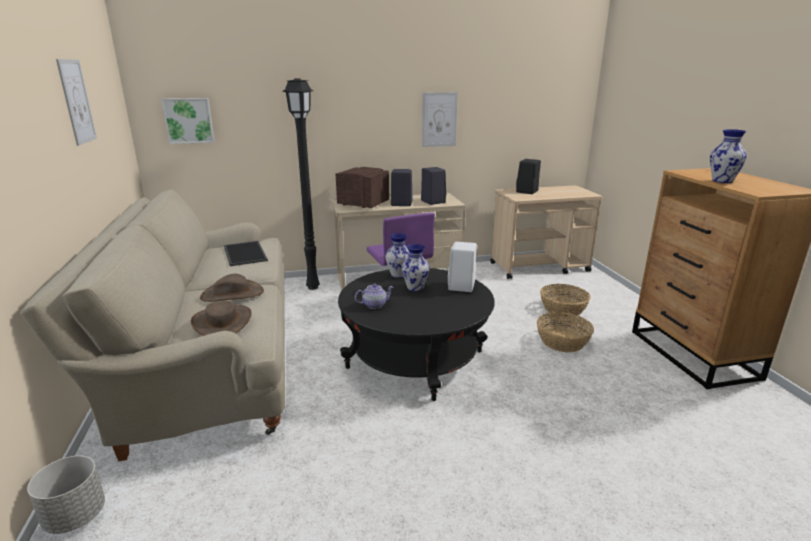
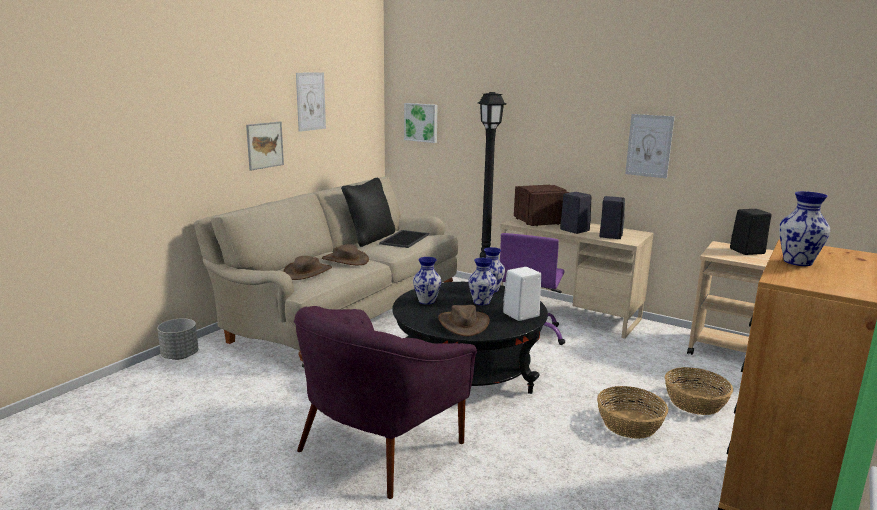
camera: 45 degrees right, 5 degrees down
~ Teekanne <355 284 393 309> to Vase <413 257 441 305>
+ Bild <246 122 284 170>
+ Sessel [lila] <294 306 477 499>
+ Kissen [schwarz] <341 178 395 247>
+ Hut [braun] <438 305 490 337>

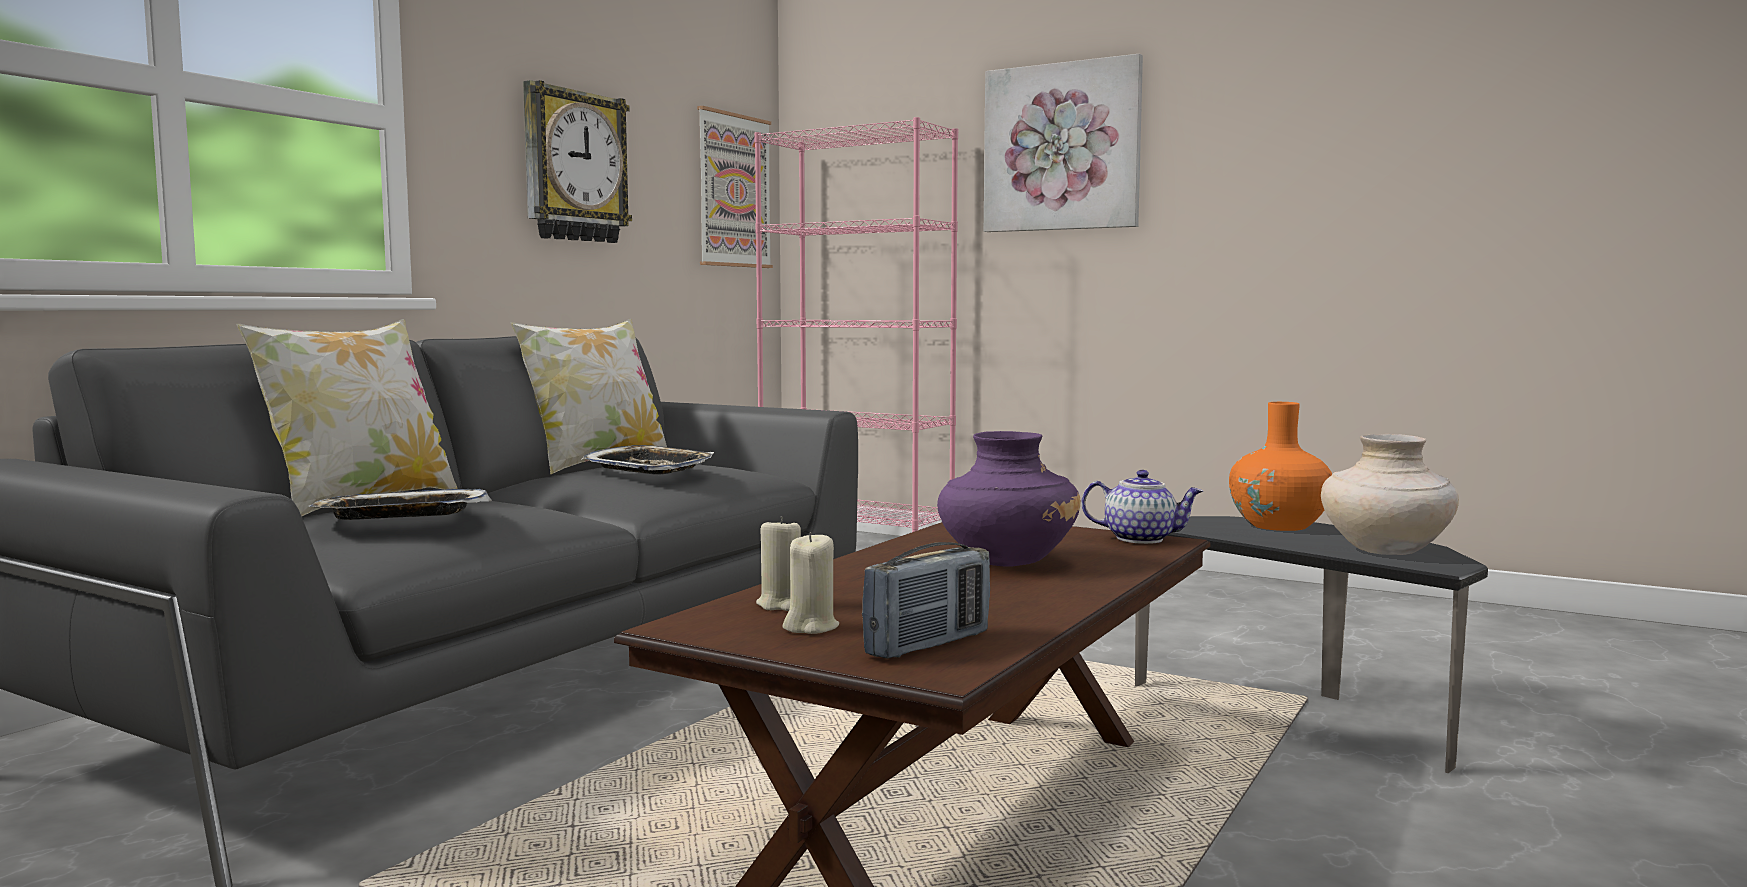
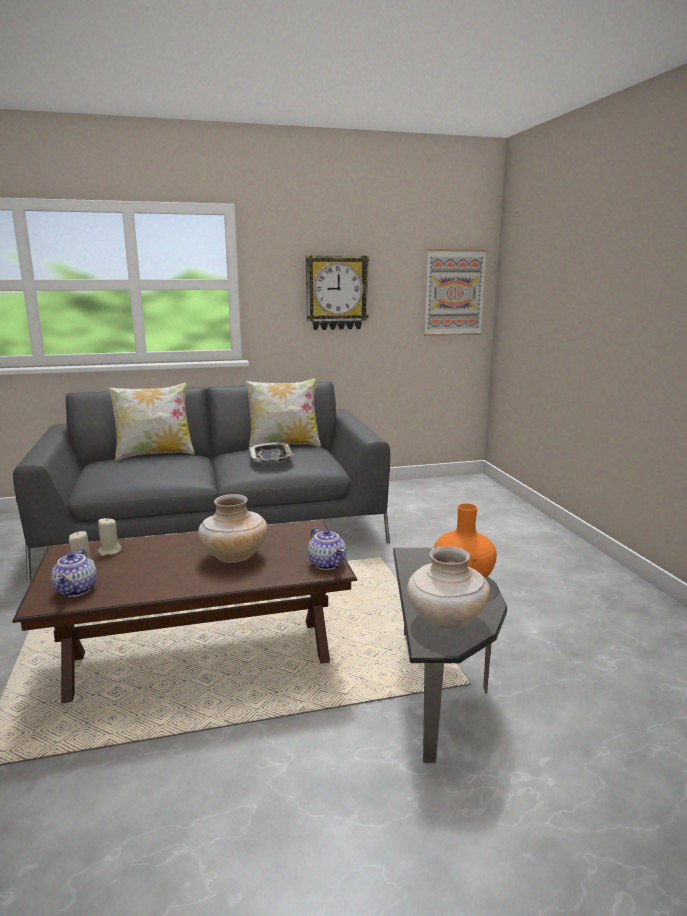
camera: 45 degrees right, 10 degrees up
- Tablett <308 489 492 520>
- Bücherregal [rosa] <754 117 958 532>
~ Radio <862 542 990 659> to Teekanne <51 548 97 597>
~ Vase [lila] <937 431 1080 567> to Vase [beige] <198 494 268 563>
- Bild <984 54 1143 232>

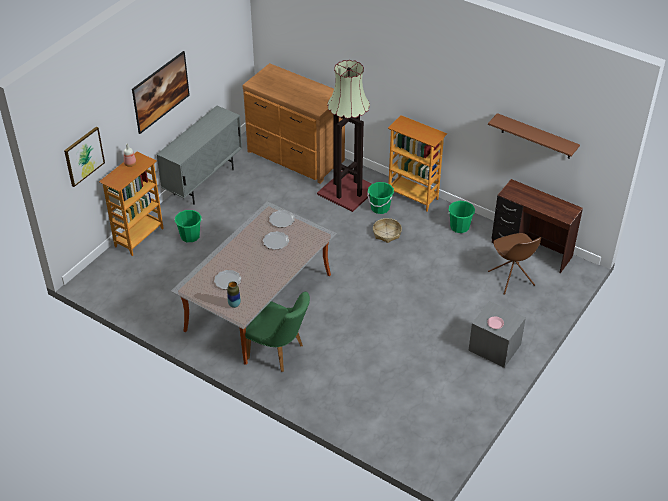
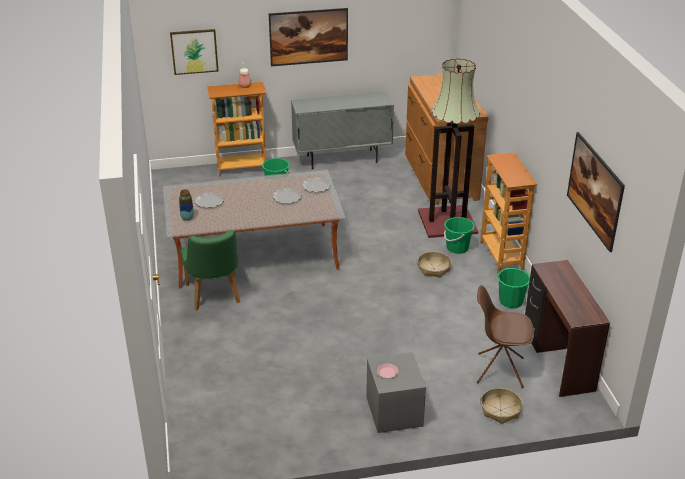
camera: 45 degrees right, 10 degrees down
~ Wandregal [braun] <488 113 580 158> to Bild <567 132 625 252>
~ Stuhl [braun] <488 233 541 295> = <477 285 534 388> 75 degrees clockwise
+ Korb <481 388 523 424>

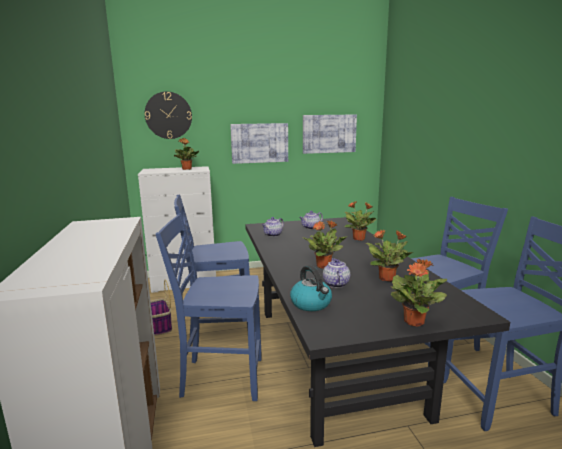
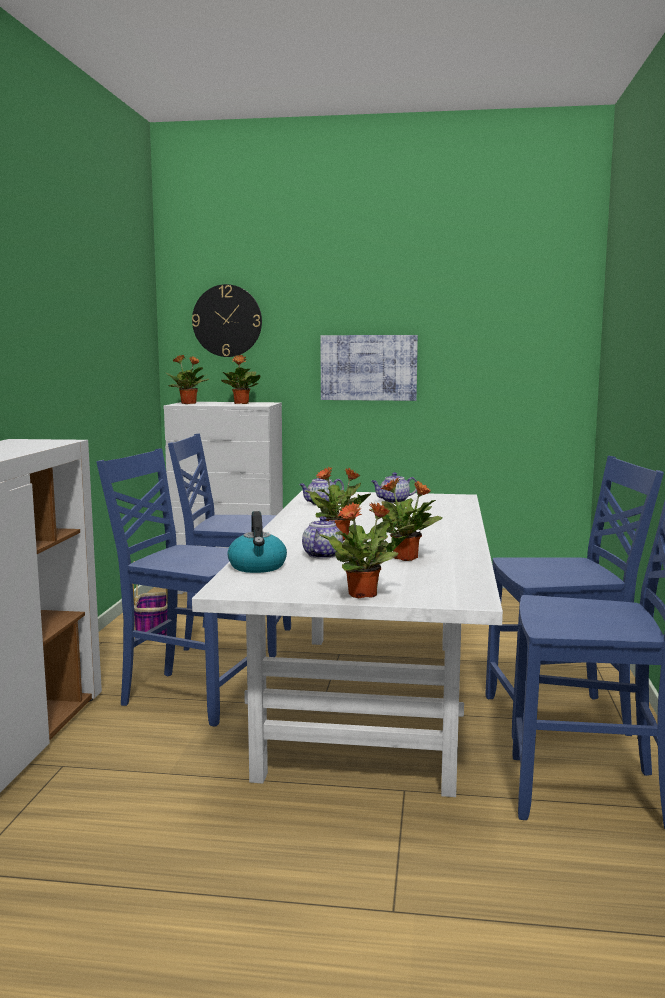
camera: 20 degrees right, 5 degrees down
~ Esstisch [schwarz] <245 217 510 447> to Esstisch [weiß] <192 491 503 797>
- Bild <303 115 357 154>
~ Topfpflanze <345 201 376 241> to <166 355 209 404>

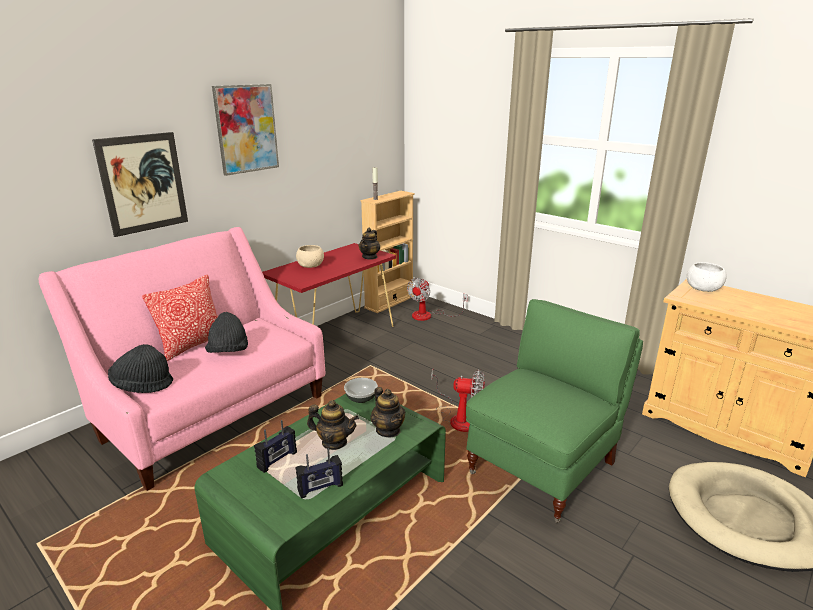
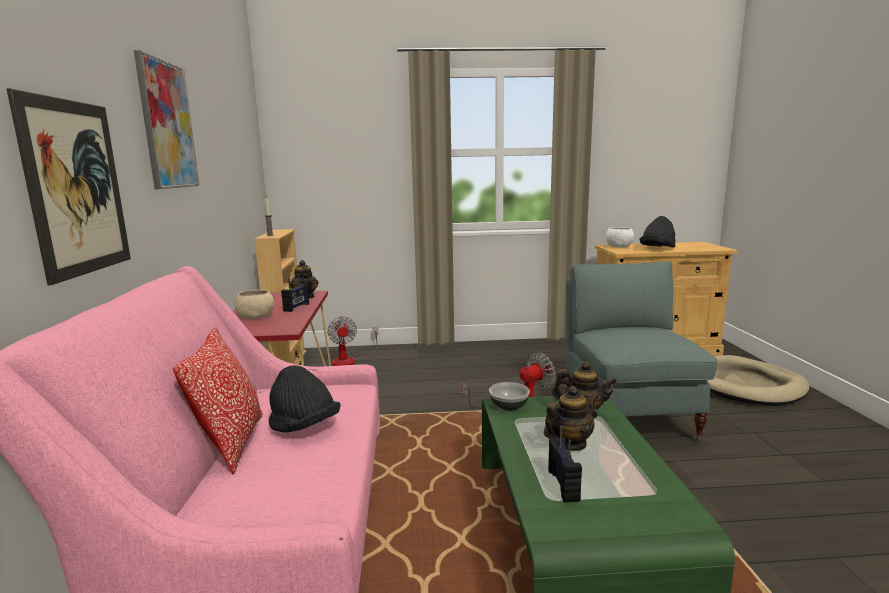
camera: 45 degrees left, 10 degrees down
~ Hut [schwarz] <108 344 173 393> to <639 216 676 248>
~ Radio <295 448 343 498> to <281 274 309 312>
~ Sessel [grün] <466 299 643 523> to Sessel [grau] <566 262 718 440>

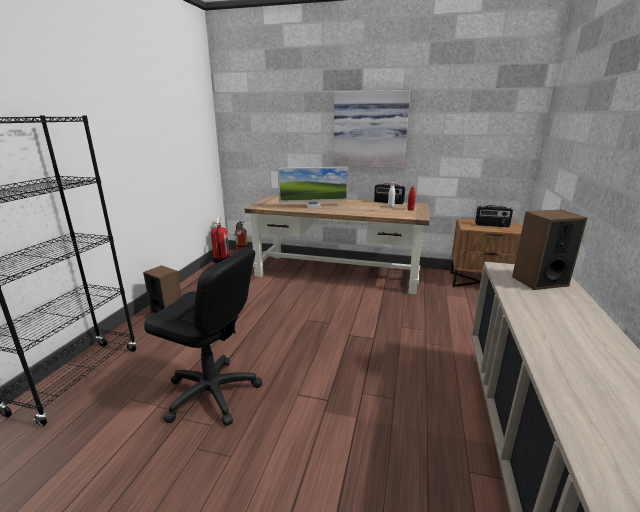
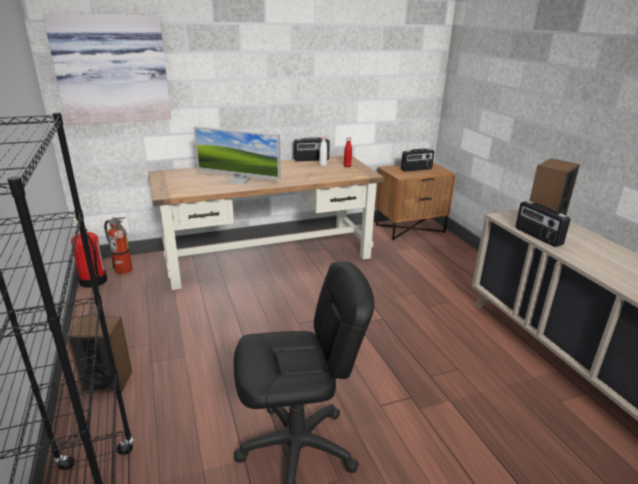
camera: 35 degrees left, 5 degrees up
~ Monitor <277 167 348 209> = <193 126 281 184> 60 degrees clockwise
~ Bild <333 90 410 168> to <43 13 171 124>
+ Radio <515 201 570 247>

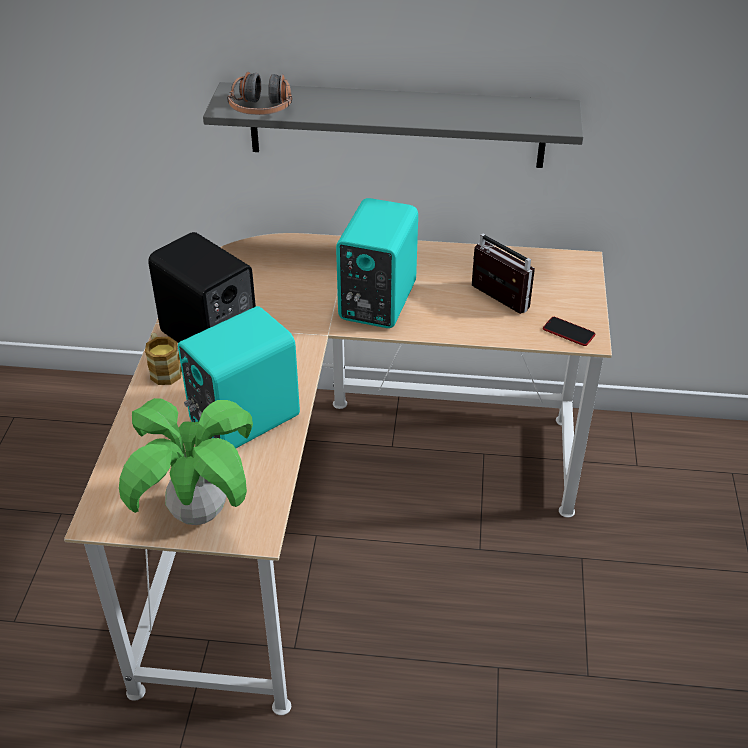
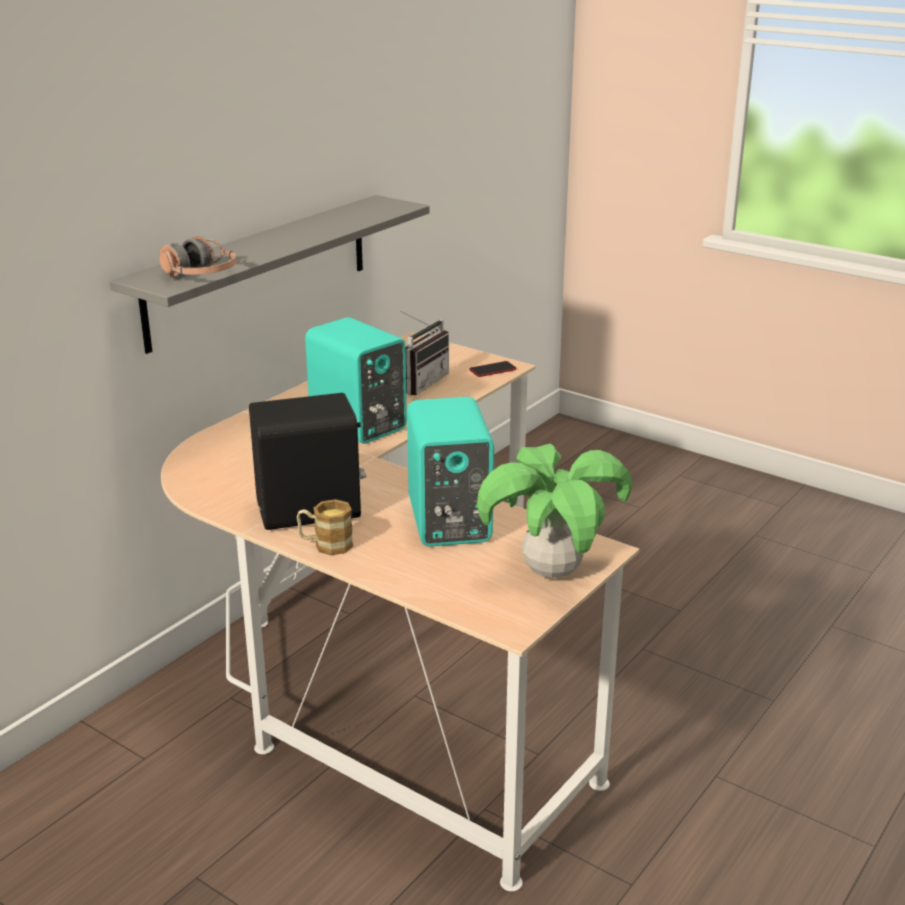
camera: 60 degrees left, 15 degrees down
~ Radio <472 233 535 314> = <400 311 449 395> 135 degrees clockwise

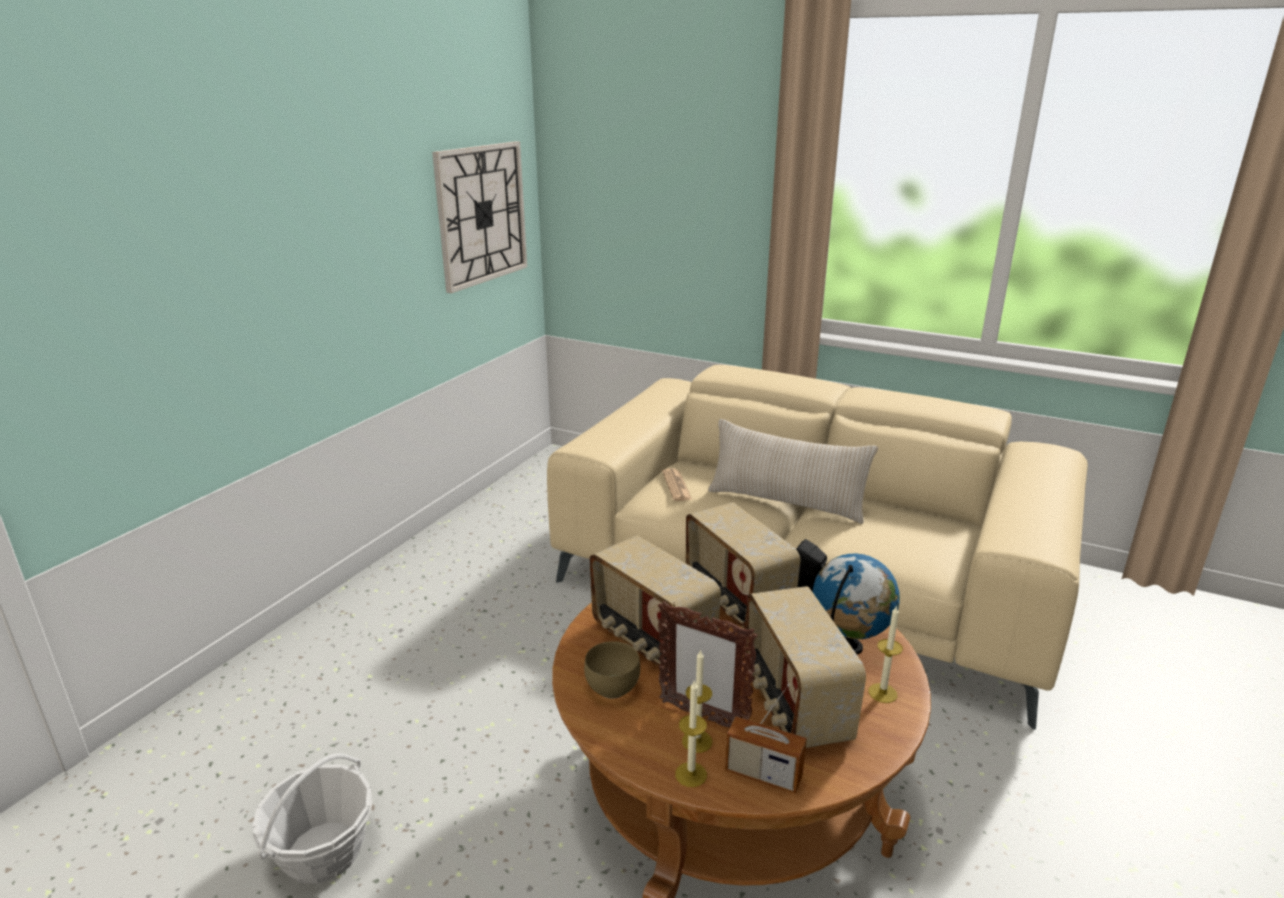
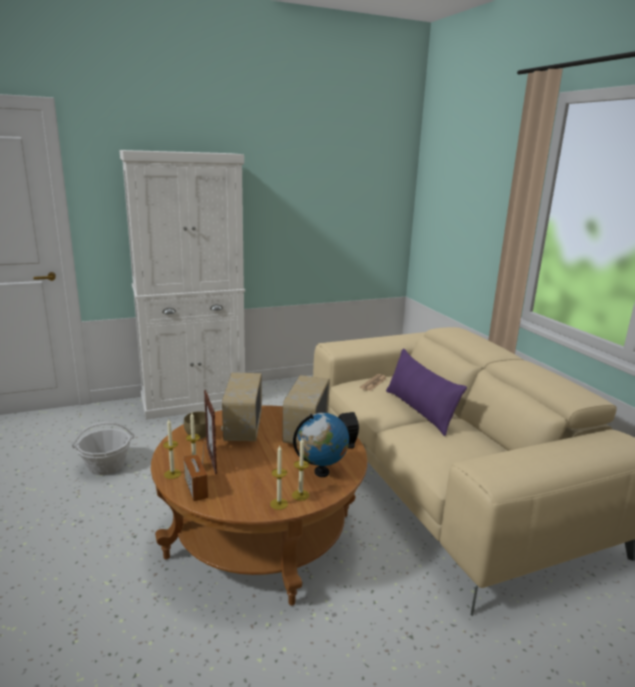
camera: 40 degrees right, 5 degrees down
- Wanduhr <432 141 527 293>
~ Kissen [beige] <708 419 878 524> to Kissen [lila] <386 349 467 436>
- Radio <745 586 866 748>
+ Schrank [weiß] <119 150 245 420>
+ Kerze <270 446 288 510>

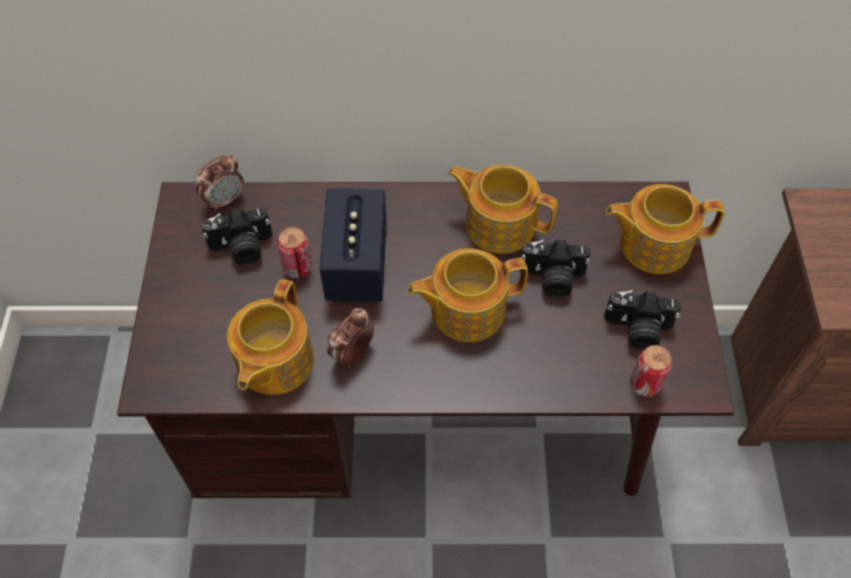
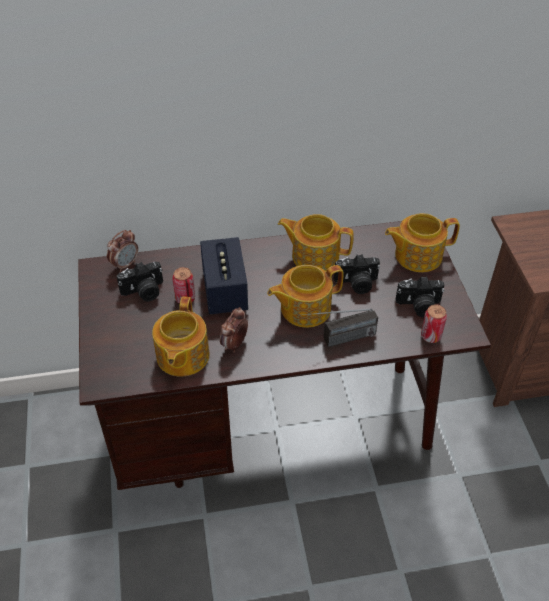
camera: 10 degrees left, 10 degrees down
+ Radio <299 308 378 347>

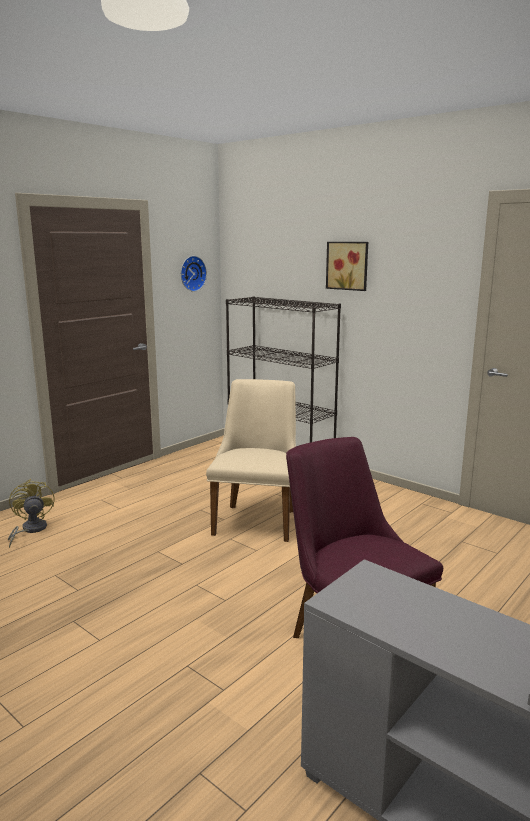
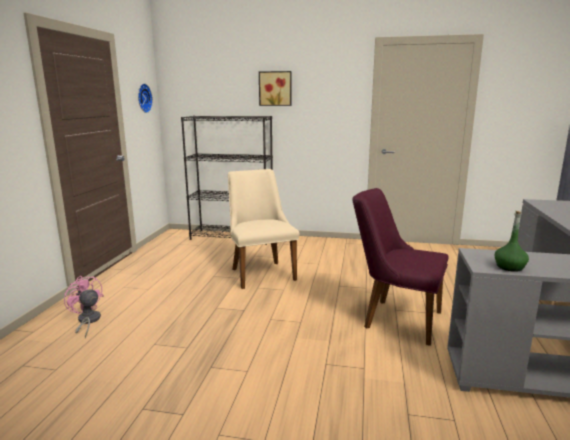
camera: 30 degrees left, 0 degrees up
~ Ventilator [gelb] <8 479 54 548> to Ventilator [rosa] <64 276 104 338>
+ Flasche [grün] <495 211 529 272>

